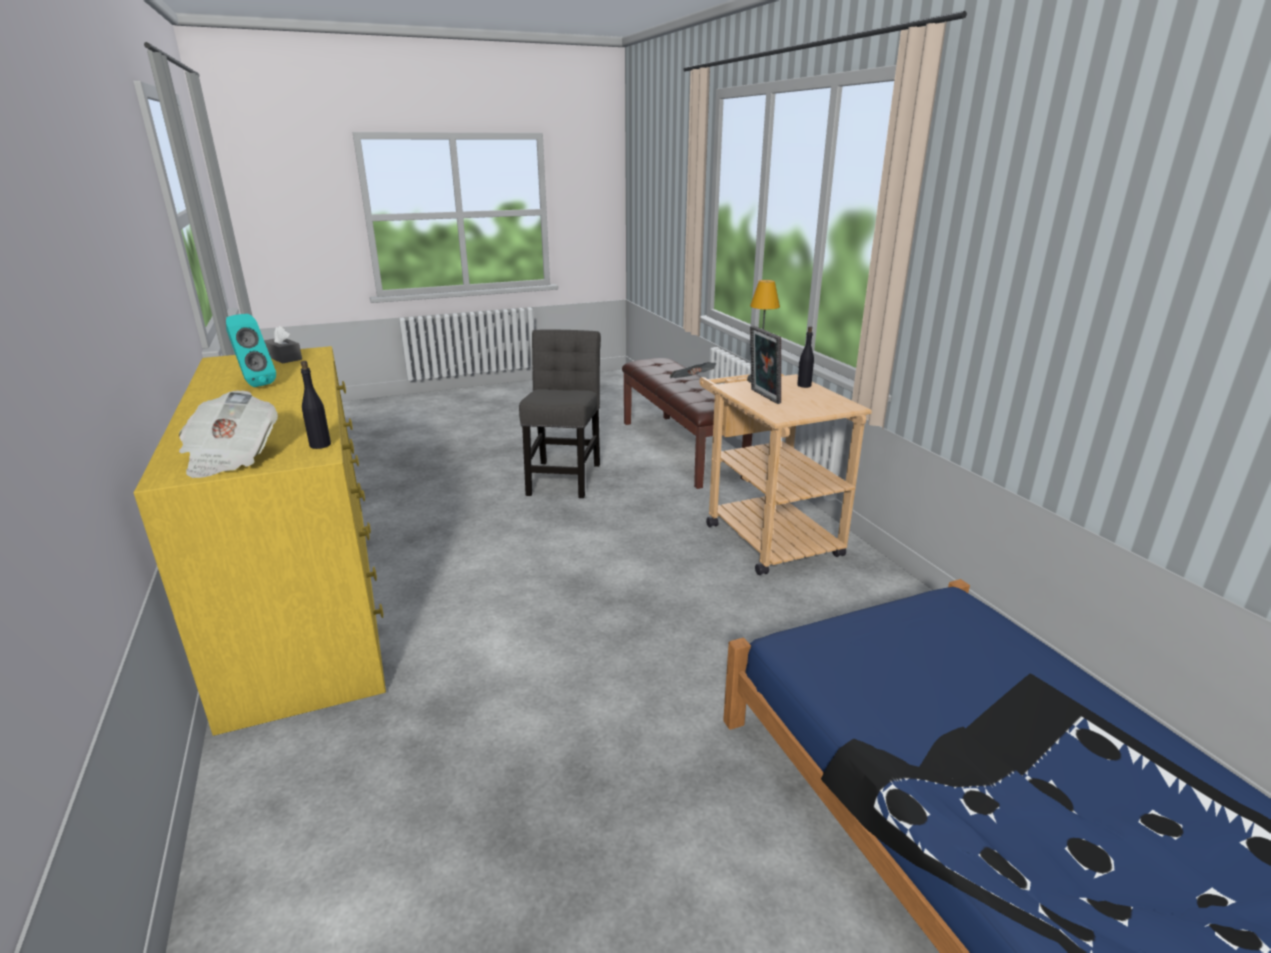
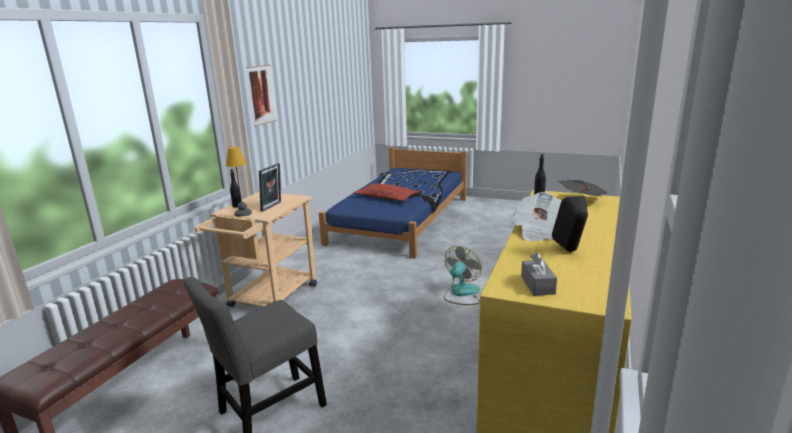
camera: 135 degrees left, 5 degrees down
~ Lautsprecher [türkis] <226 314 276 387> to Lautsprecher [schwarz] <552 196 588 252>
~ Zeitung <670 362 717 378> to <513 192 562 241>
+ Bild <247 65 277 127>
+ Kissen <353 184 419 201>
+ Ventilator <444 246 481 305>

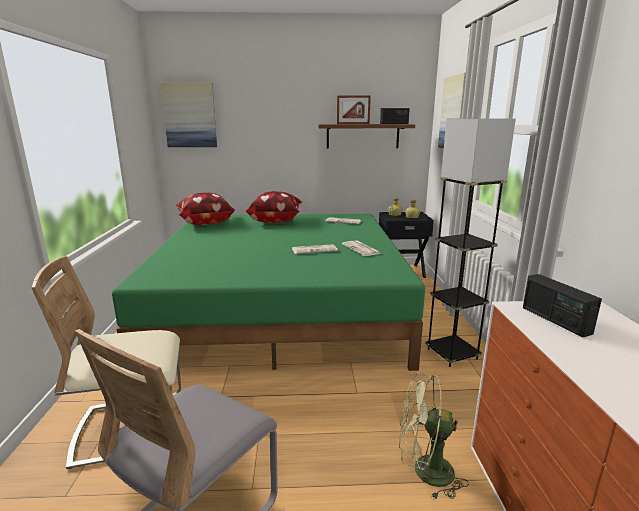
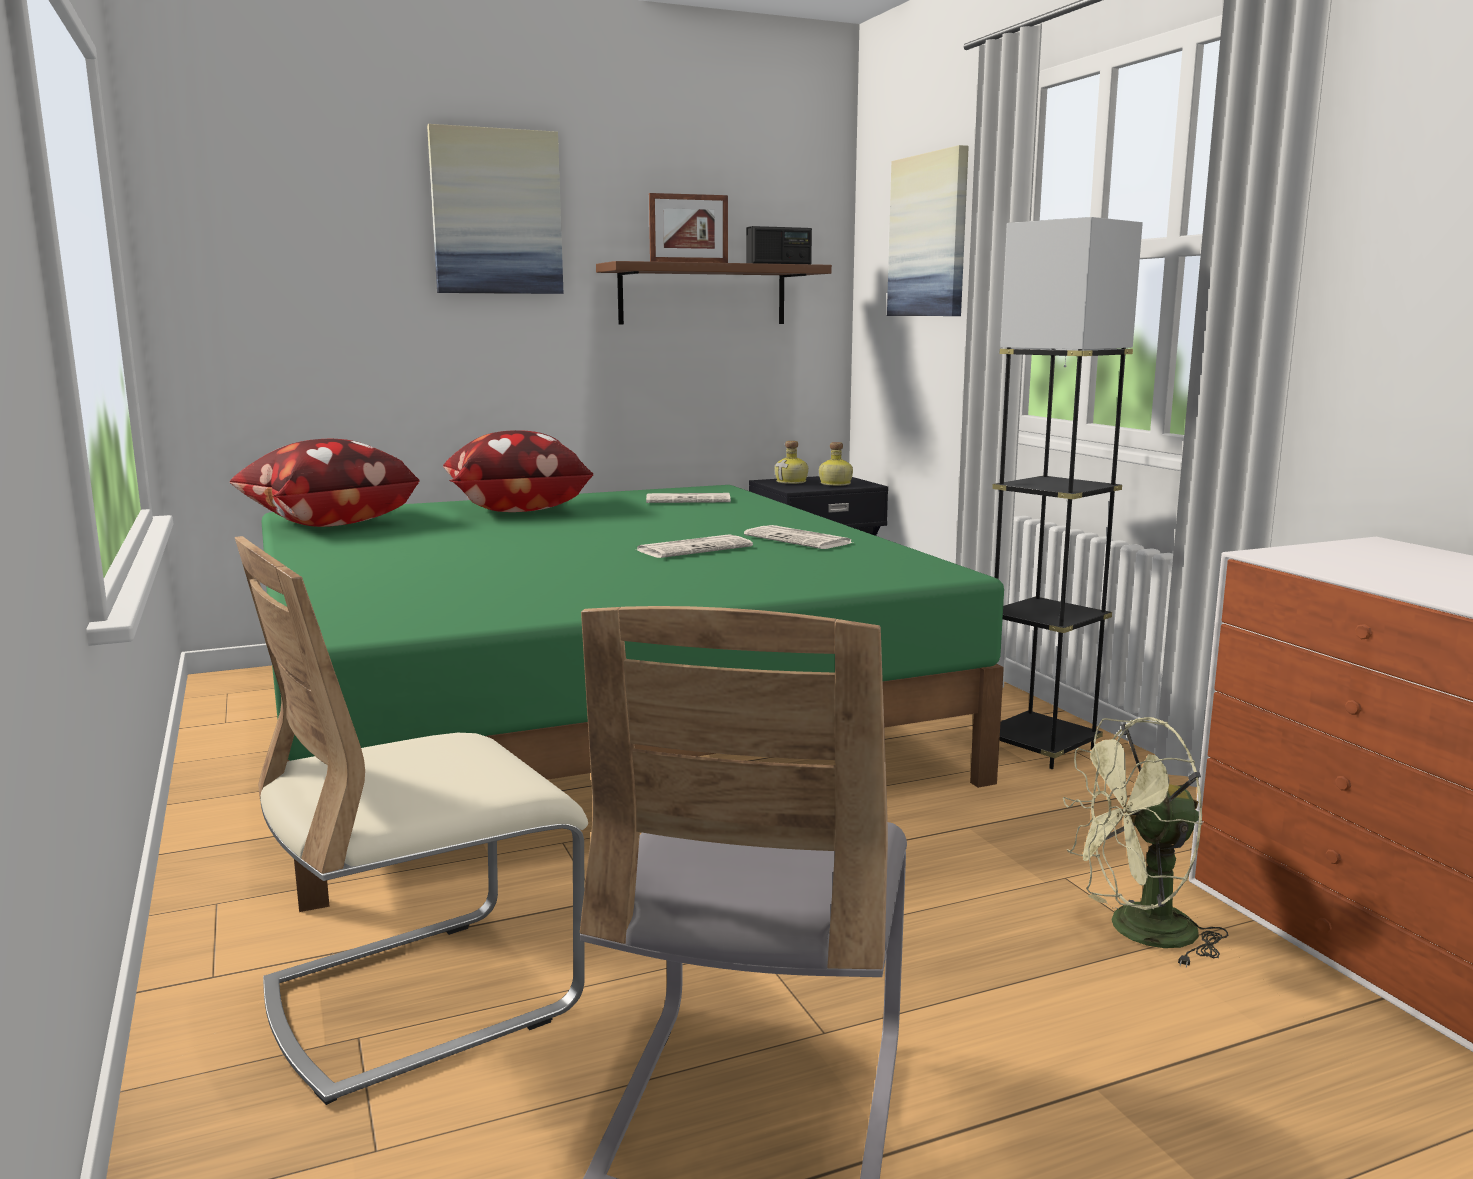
camera: 20 degrees left, 5 degrees down
~ Bild <160 82 217 147> to <427 124 564 294>
- Radio <523 274 602 337>

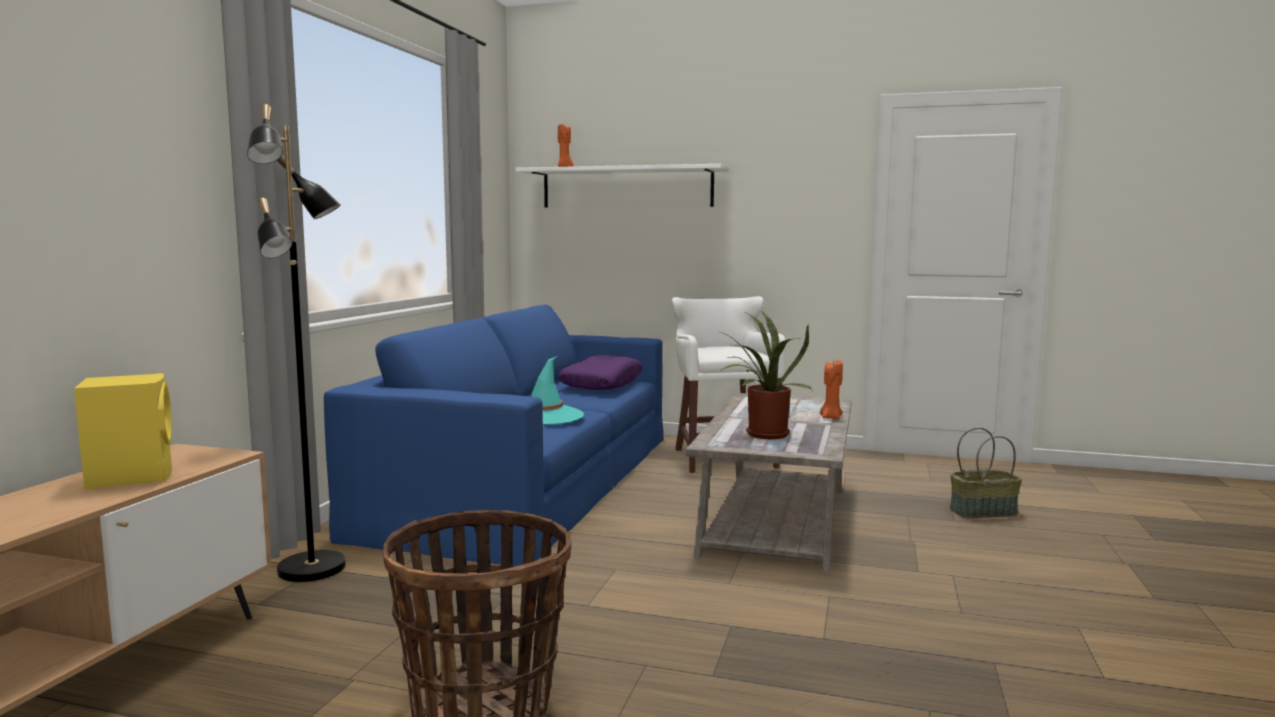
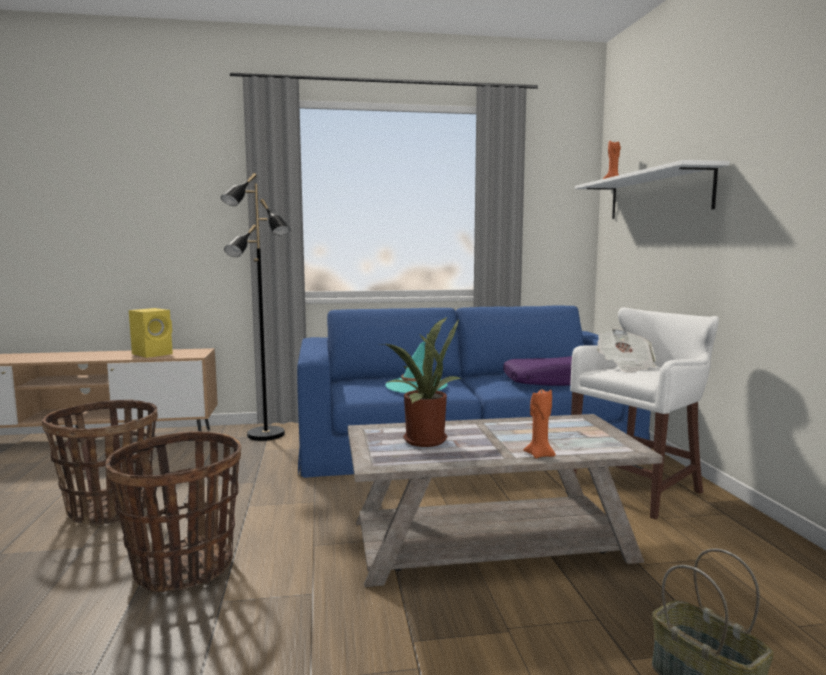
camera: 65 degrees right, 0 degrees up
+ Korb <105 431 241 592>
+ Zeitung <597 328 656 372>

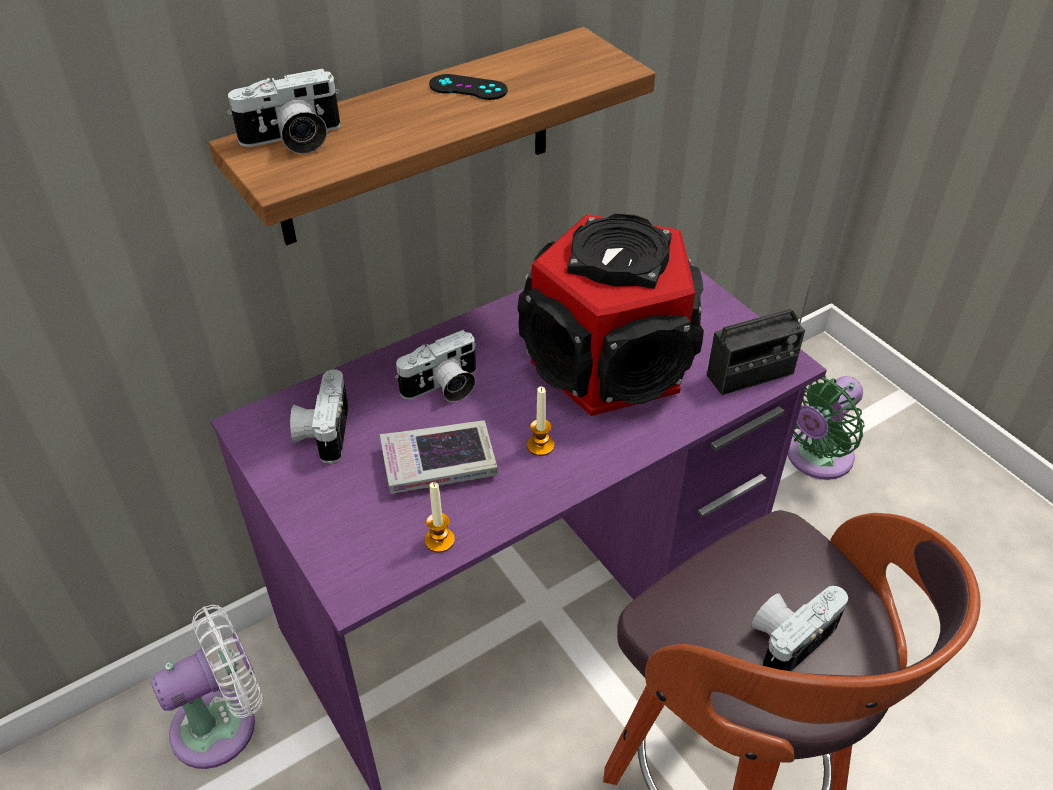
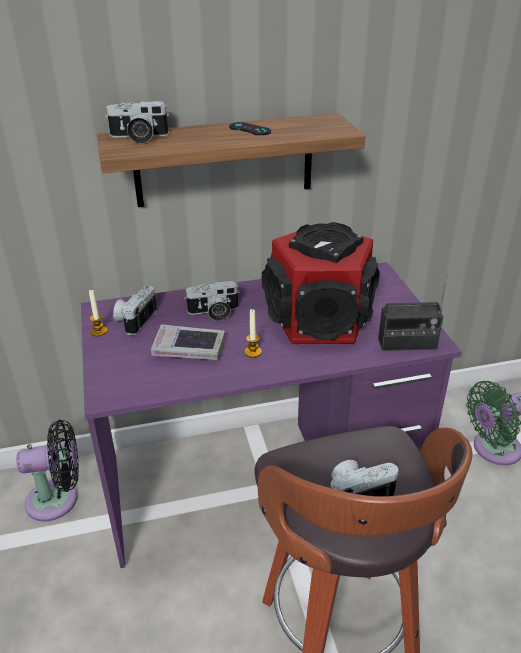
camera: 20 degrees right, 10 degrees down
~ Ventilator [weiß] <151 605 263 769> to Ventilator [schwarz] <16 420 79 522>
~ Kerze <424 482 455 553> to <89 290 107 336>

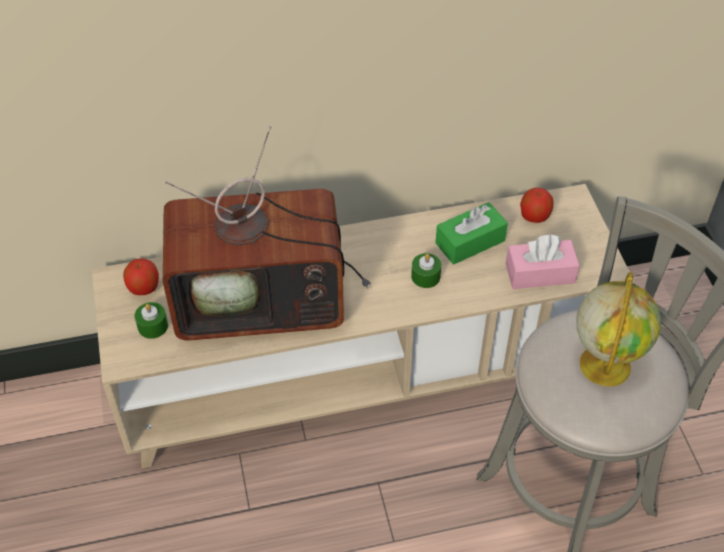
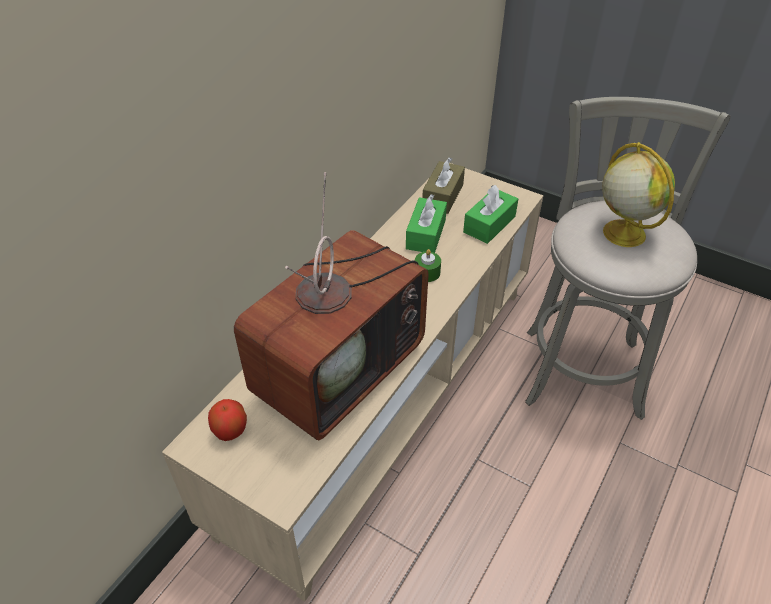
camera: 45 degrees left, 5 degrees down
- Kerze [grün] <135 302 168 339>
~ Taschentuchbox [rosa] <505 234 580 289> to Taschentuchbox [grün] <463 185 518 244>
~ Apfel <520 188 554 223> to Taschentuchbox [braun] <422 157 465 214>

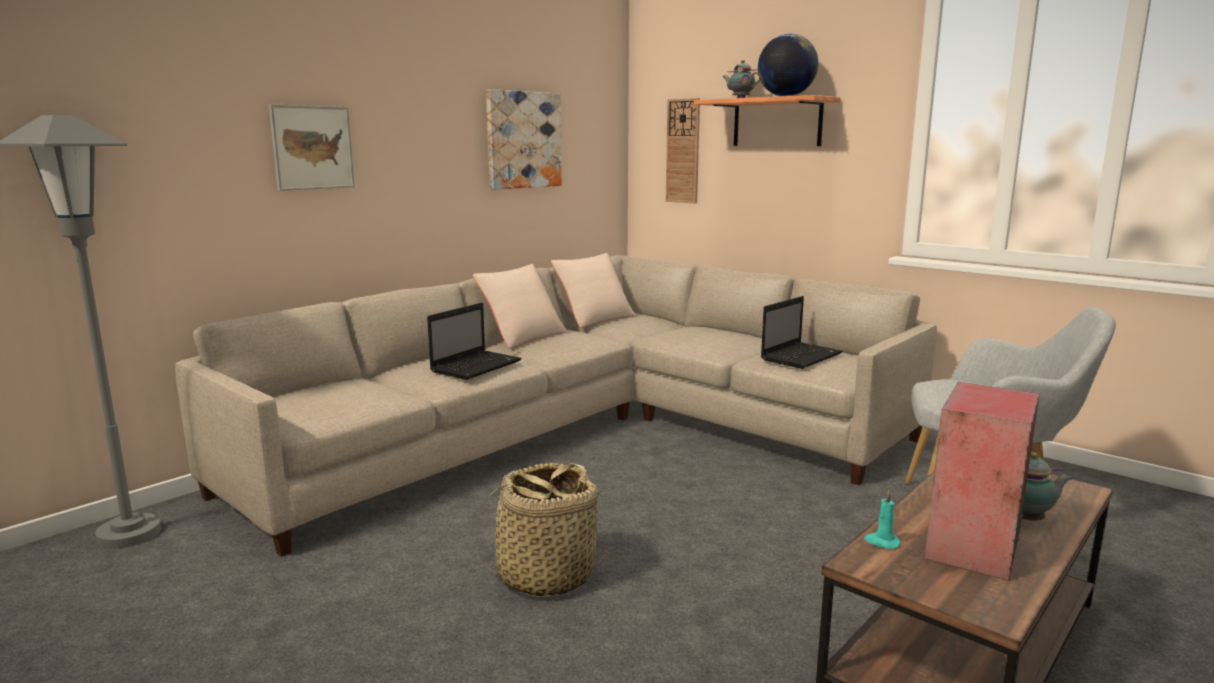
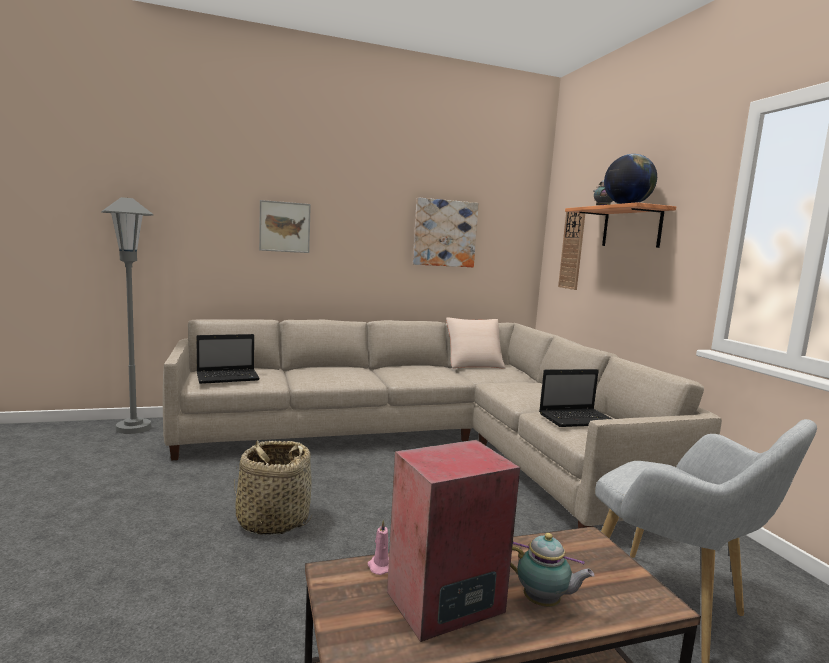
camera: 30 degrees right, 5 degrees down
~ Laptop <427 303 522 380> to <196 334 260 384>
- Kissen [beige] <473 264 567 348>
~ Kerze [türkis] <864 490 901 549> to Kerze [rosa] <368 519 389 575>

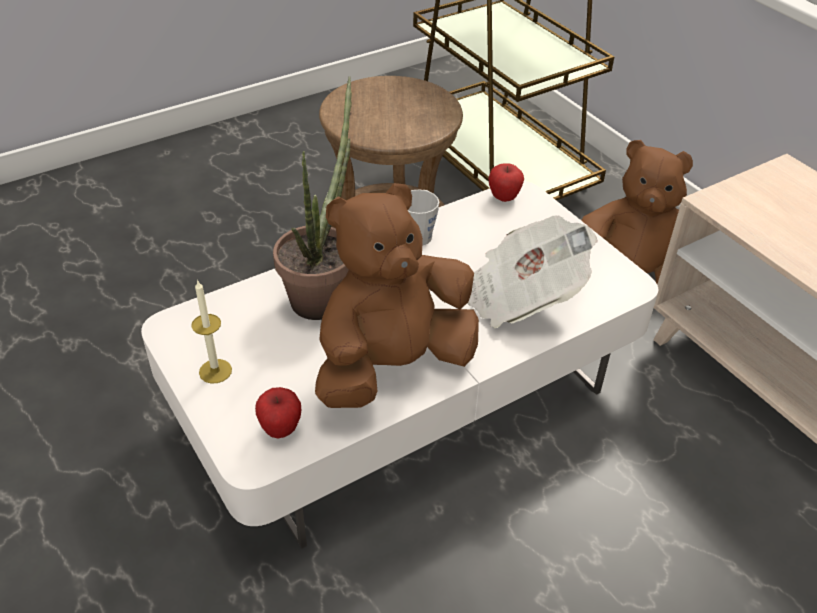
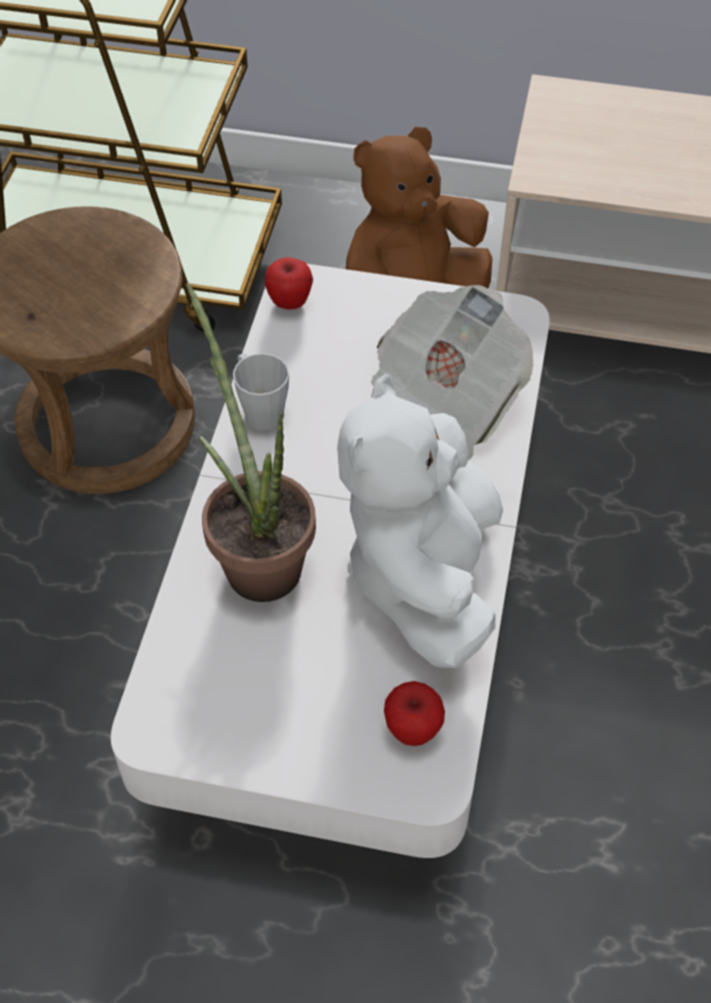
camera: 45 degrees left, 10 degrees up
- Kerze <191 280 232 383>
~ Plüschtier [braun] <315 183 479 408> to Plüschtier [weiß] <337 373 503 668>

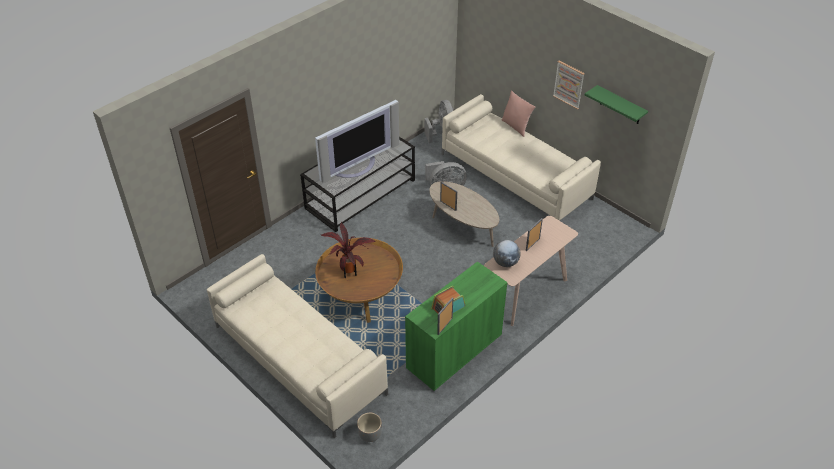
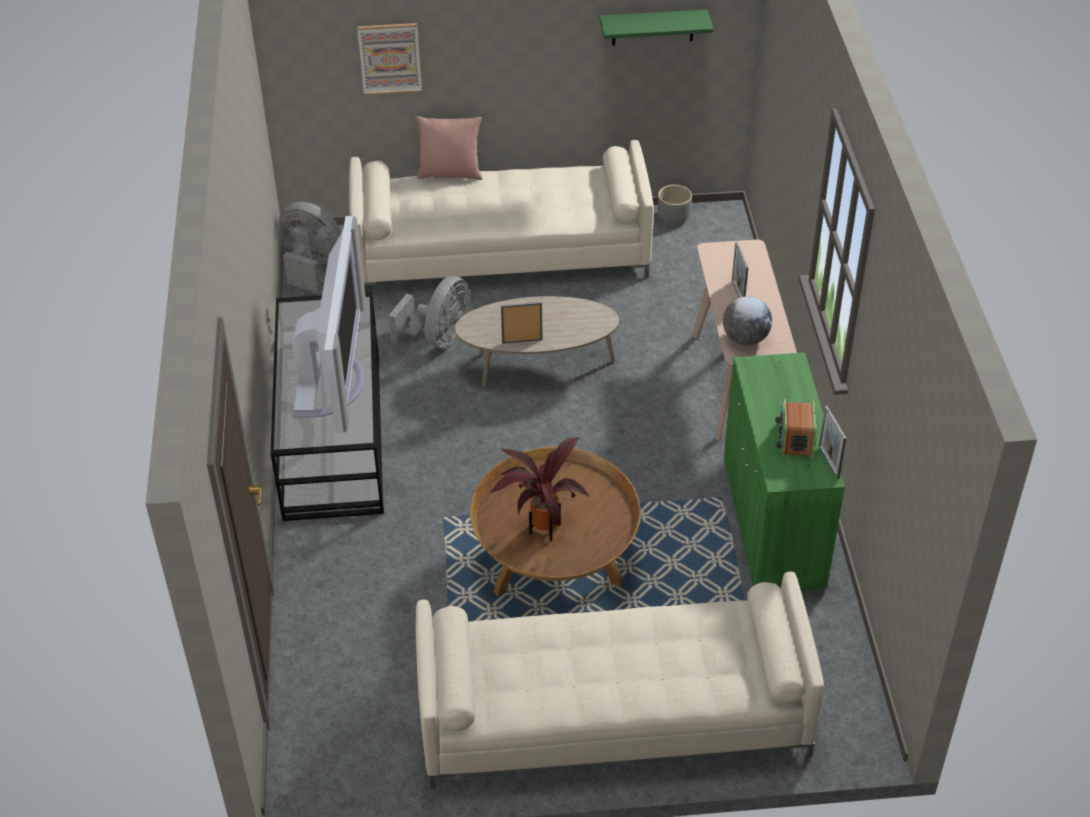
camera: 50 degrees left, 0 degrees up
~ Pflanzkübel [grau] <357 413 382 442> to <658 185 692 225>
~ Bild <553 61 585 109> to <357 23 422 95>

